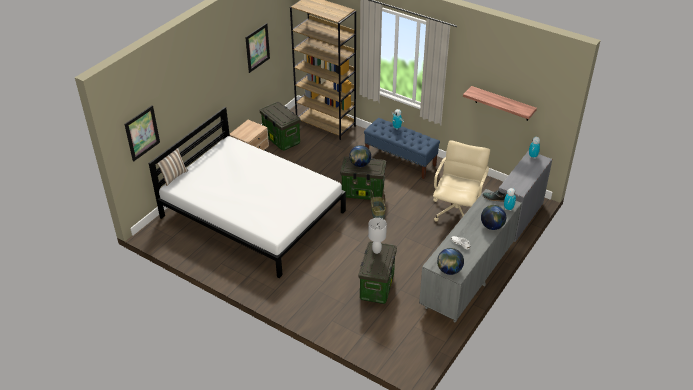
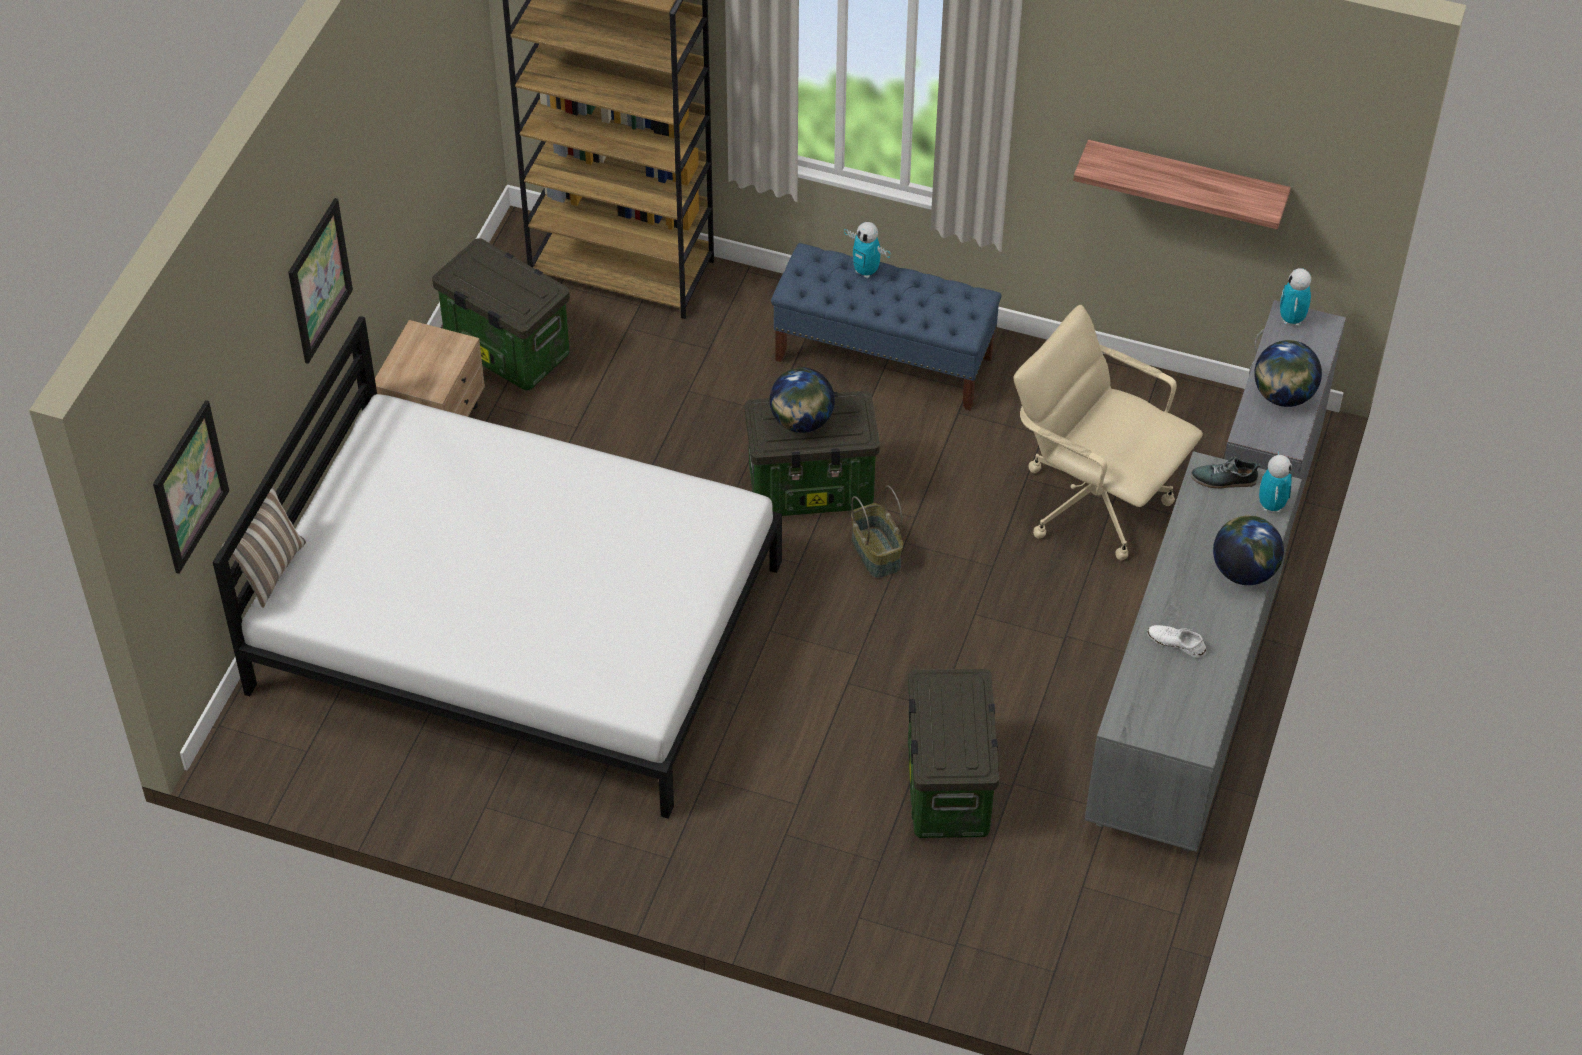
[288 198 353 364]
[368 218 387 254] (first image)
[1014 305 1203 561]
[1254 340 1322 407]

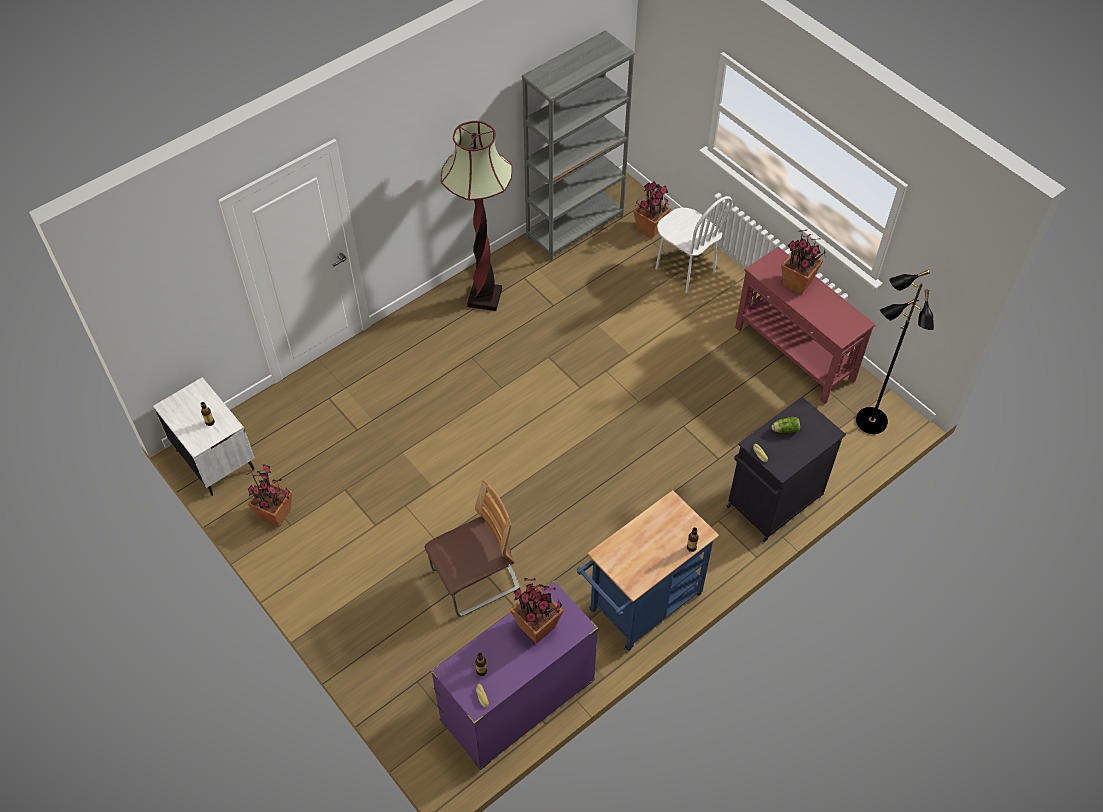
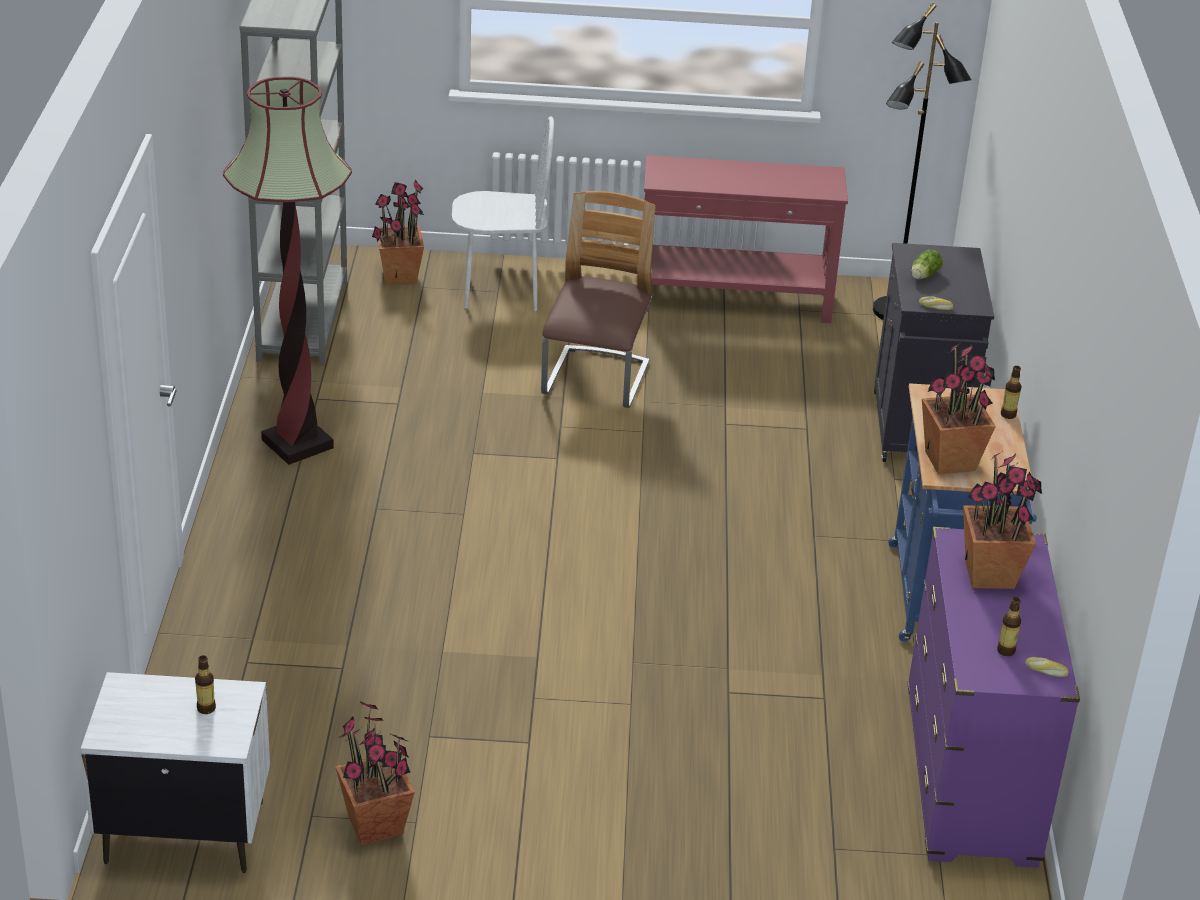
[541 191 656 408]
[922 341 996 474]

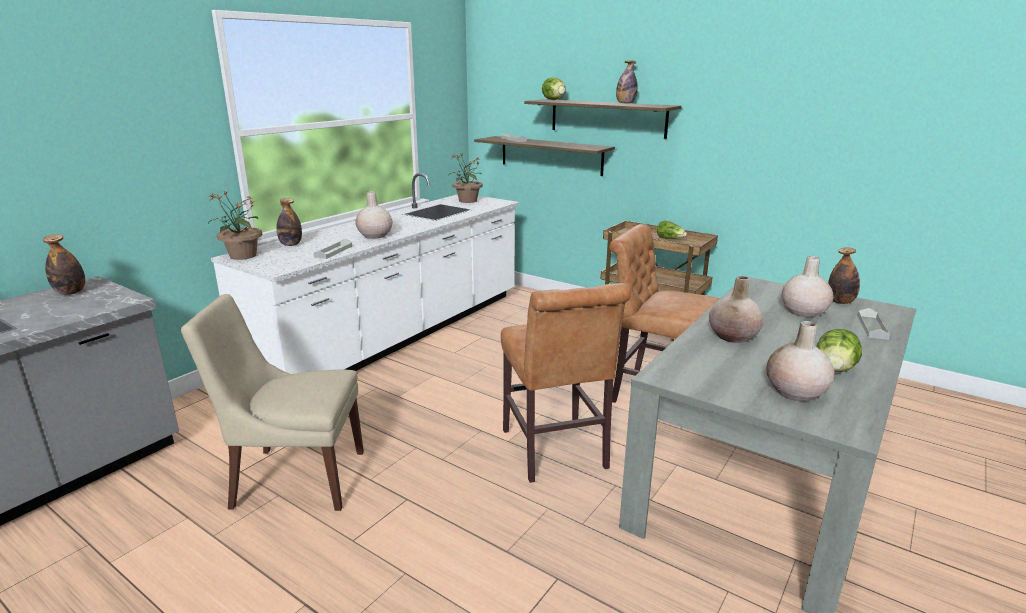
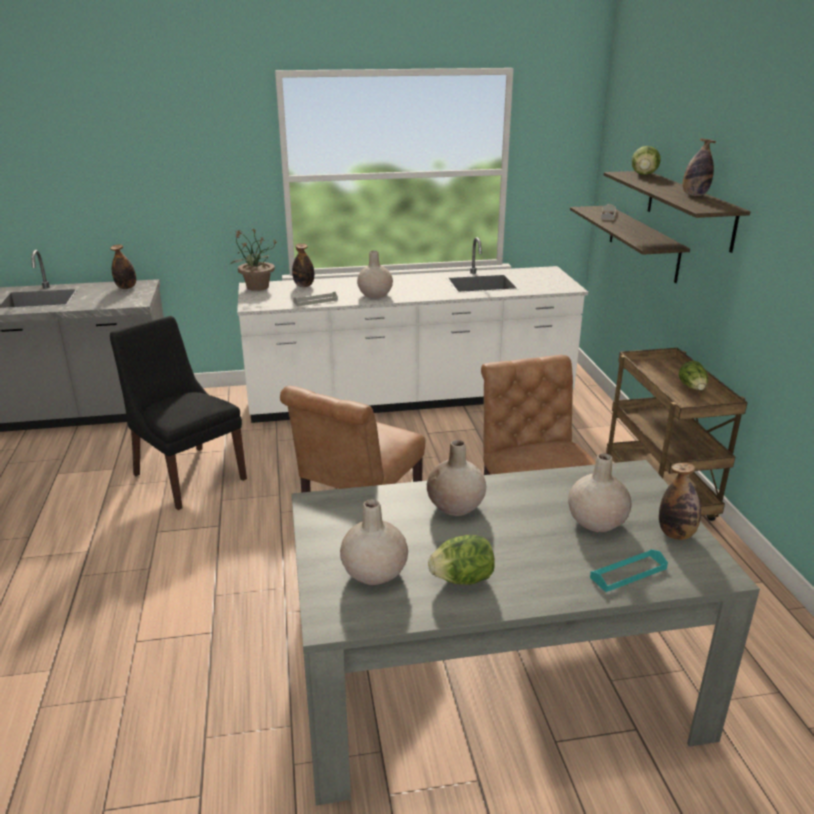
[110 316 247 510]
[450 153 483 203] (first image)
[590 549 668 592]

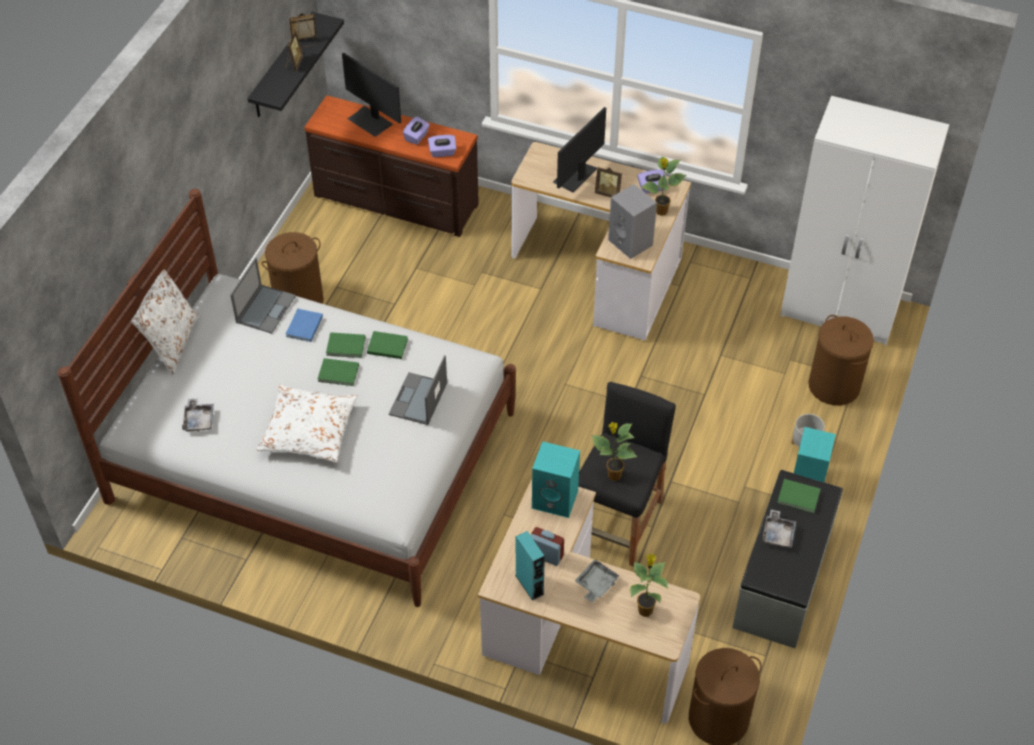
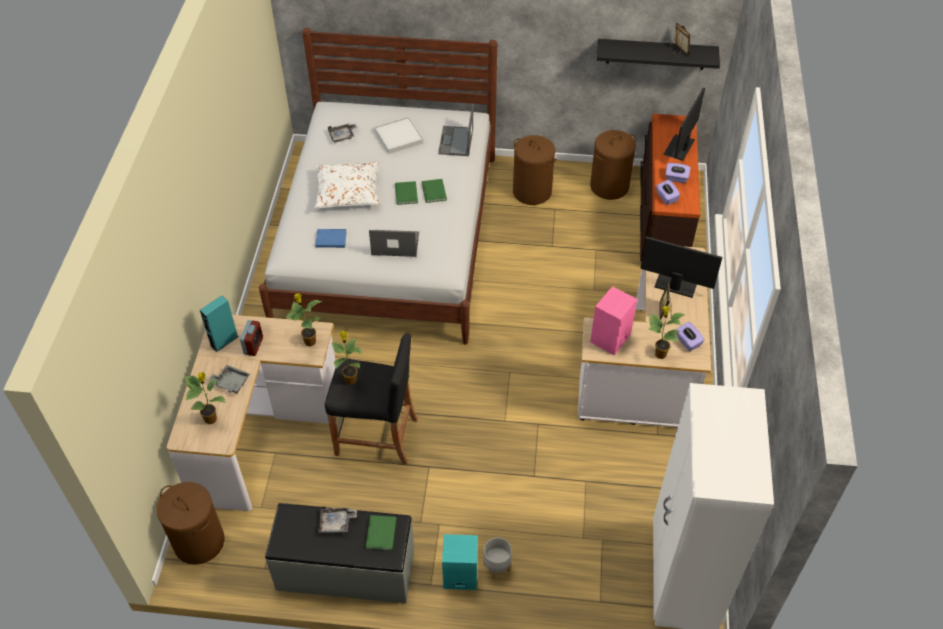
[131 270 199 375] (first image)
[438 104 473 156]
[285 30 303 71] (first image)
[315 229 347 248]
[367 331 408 359] (first image)
[285 293 322 346]
[590 286 637 355]
[590 130 636 200]
[374 116 423 154]

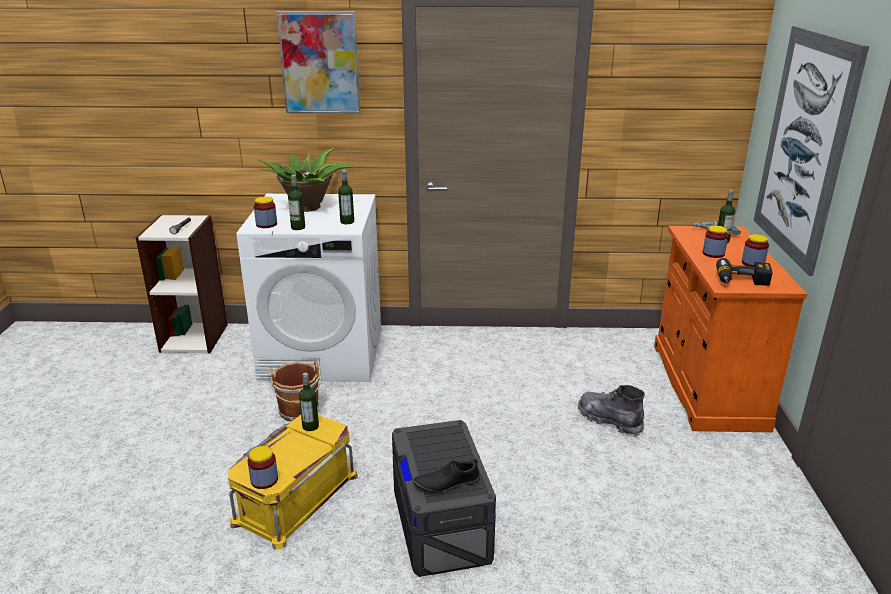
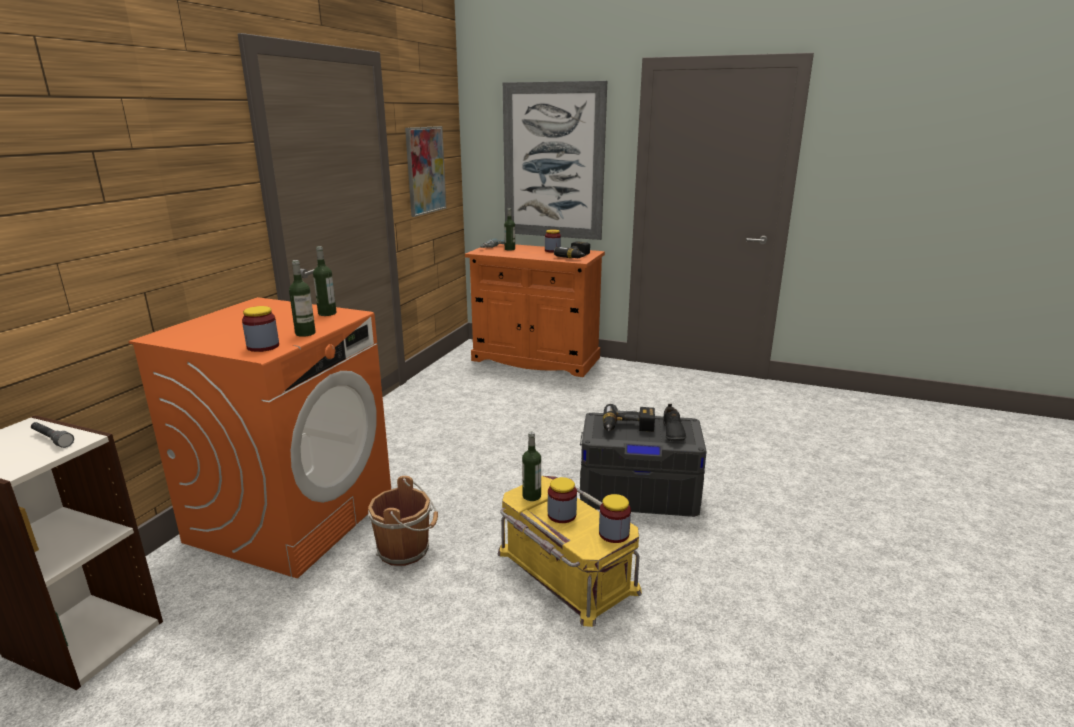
[128 297 391 578]
[259 148 356 212] (first image)
[405 126 446 217]
[578 385 645 436] (first image)
[548 477 577 523]
[603 404 655 432]

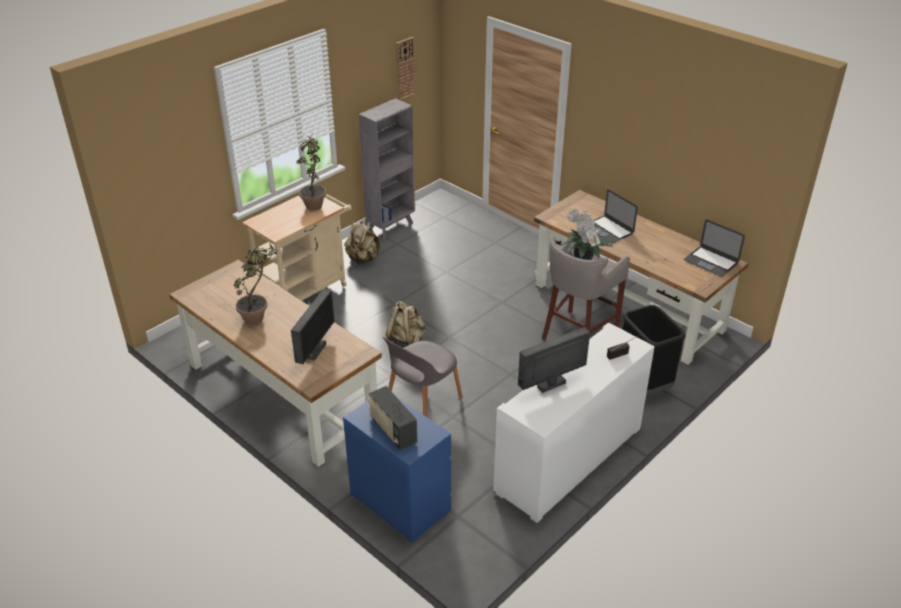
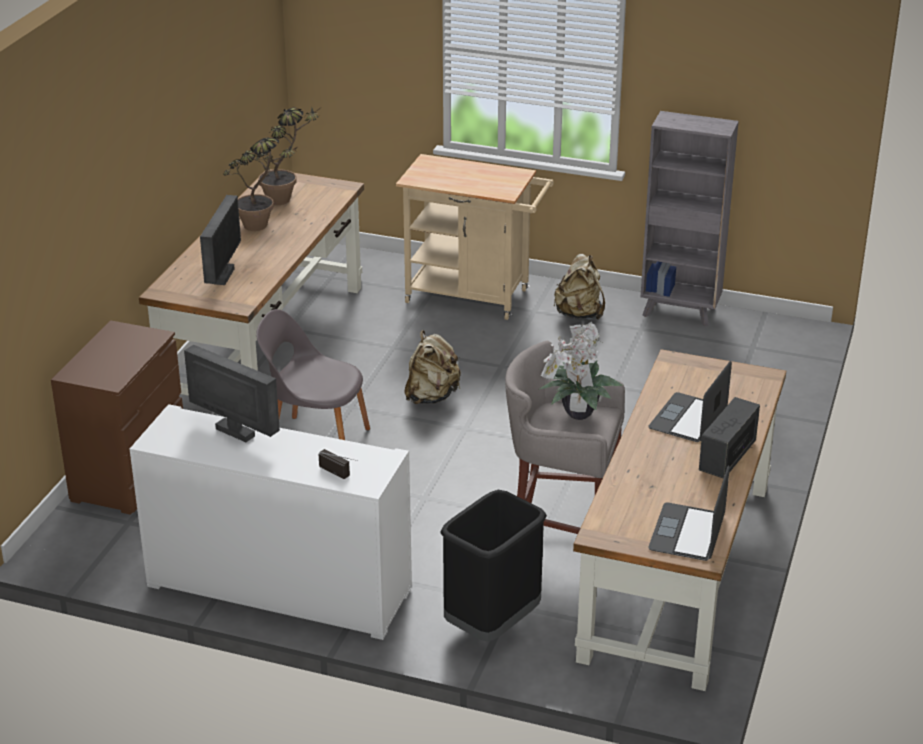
[200 195 241 285]
[256 107 322 205]
[51 320 183 515]
[699 397 760 479]
[396 37 415 100] (first image)

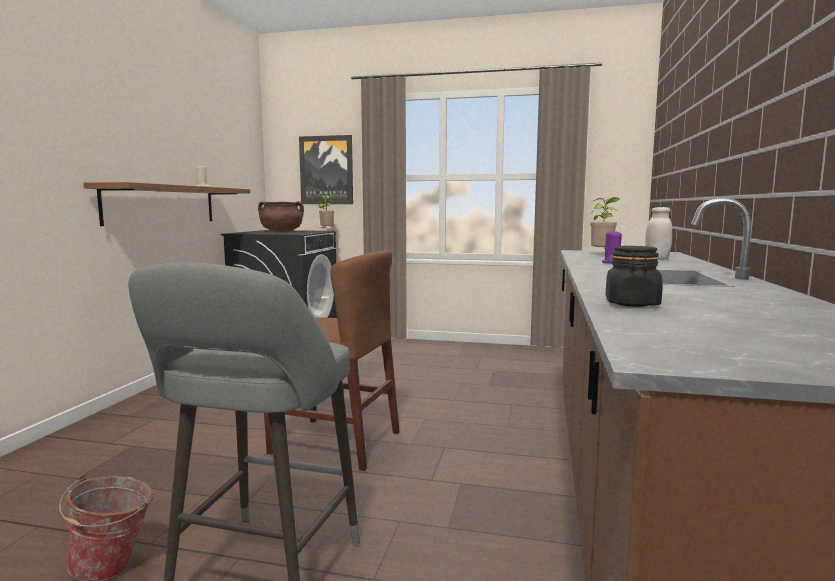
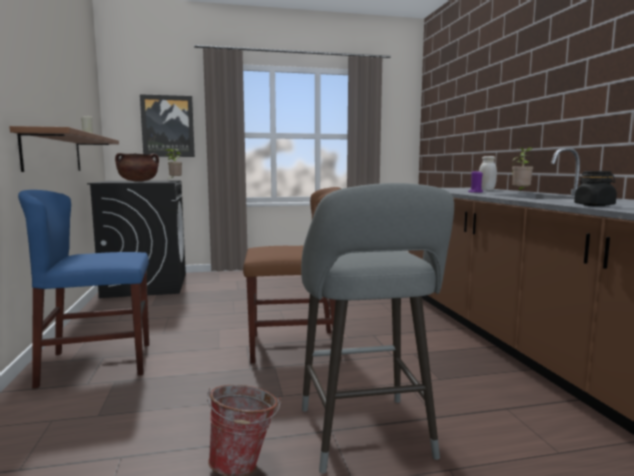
[512 147 533 191]
[18 190 149 388]

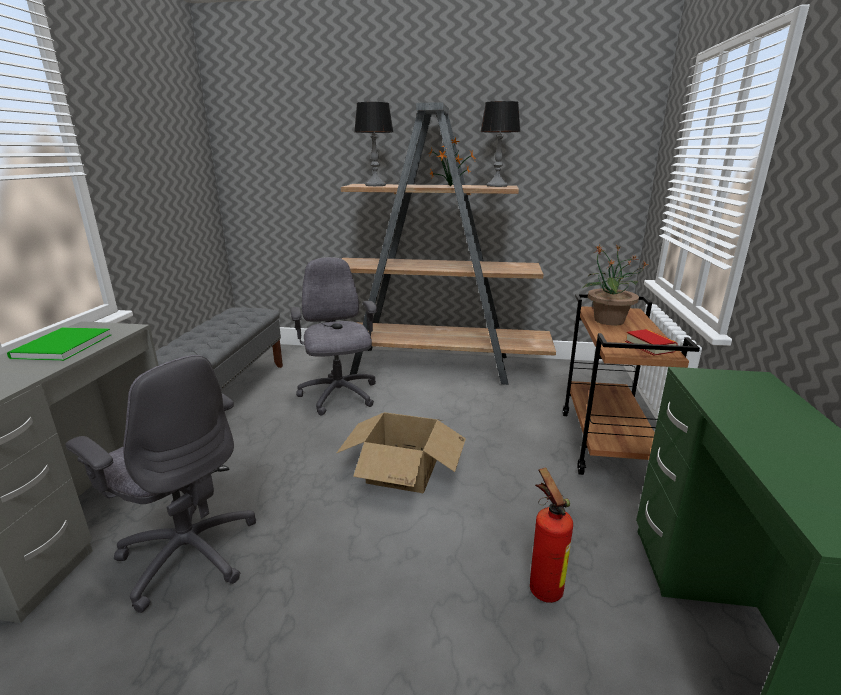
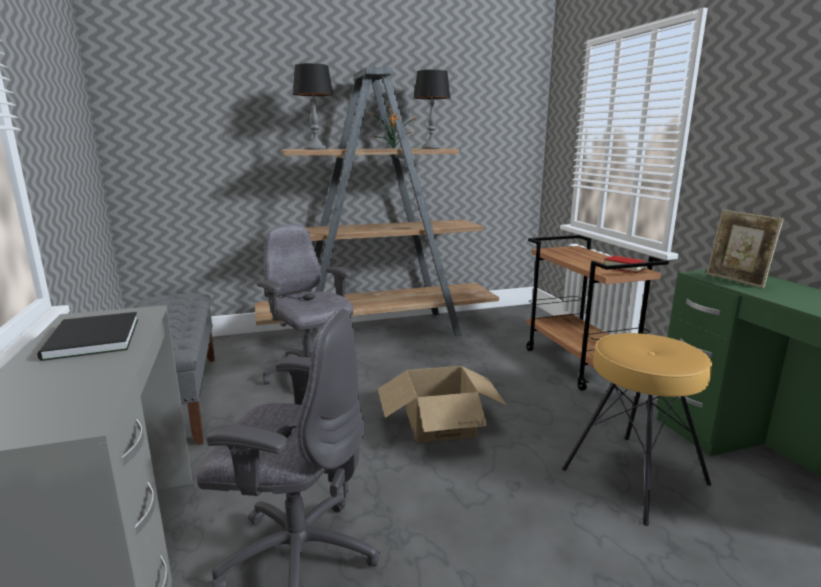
[37 312 138 361]
[562 333 712 526]
[583 244 648 325] (first image)
[706 210 783 288]

